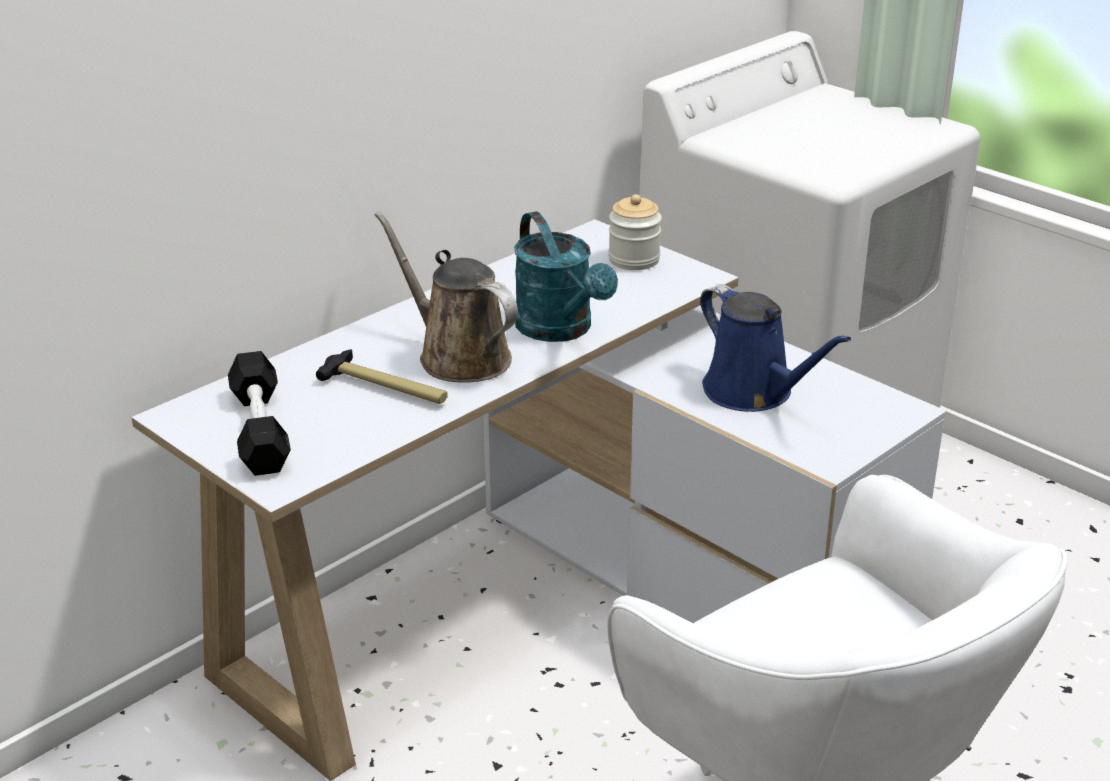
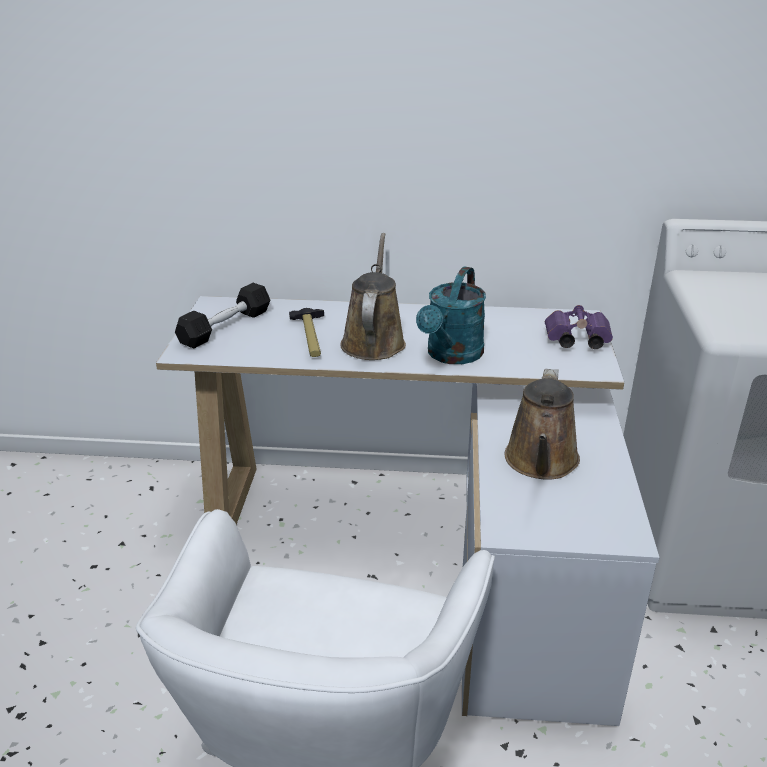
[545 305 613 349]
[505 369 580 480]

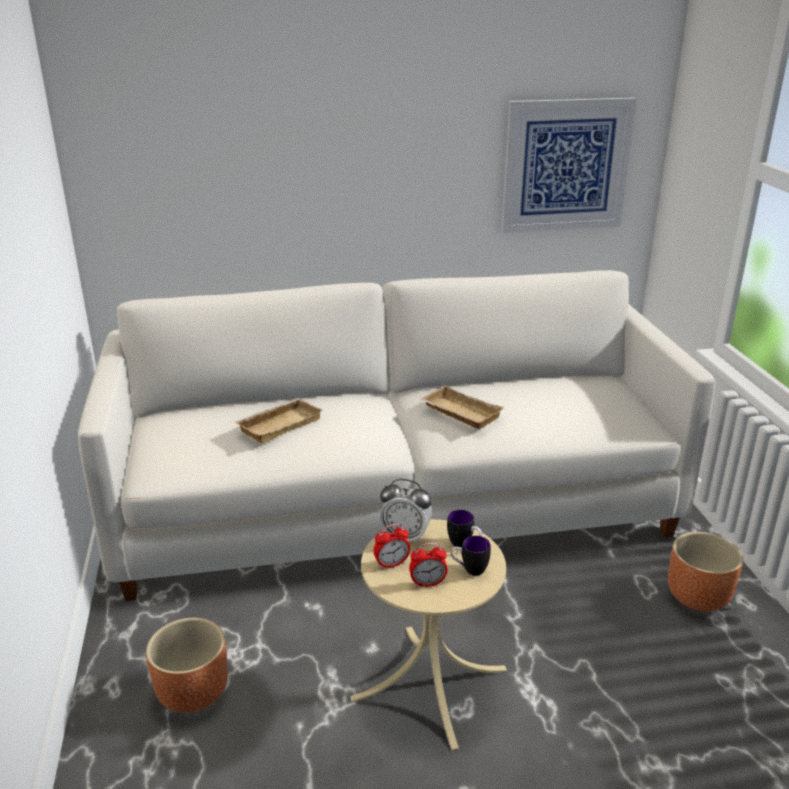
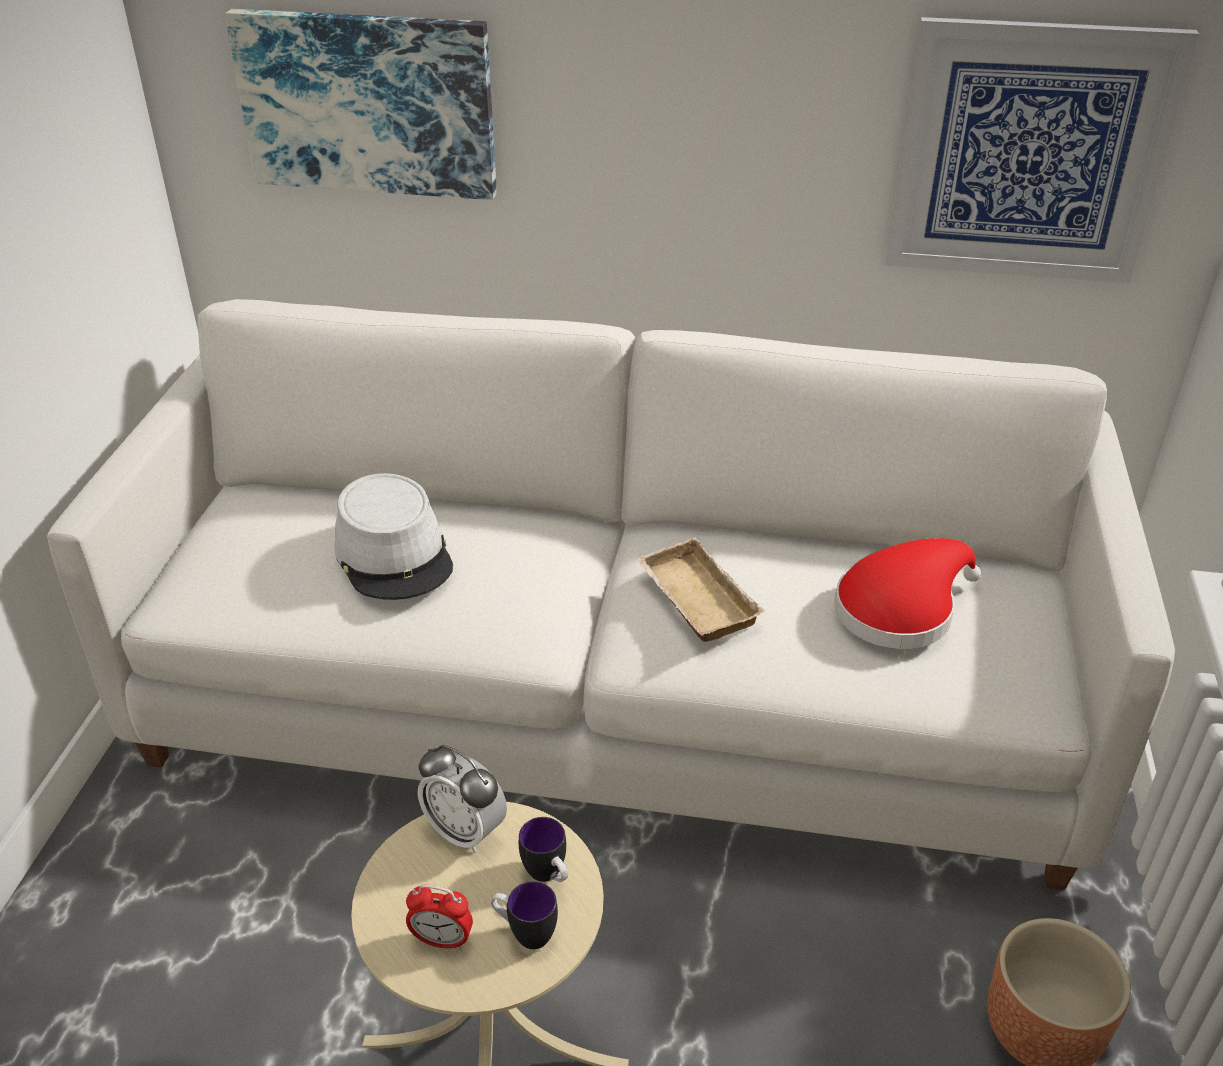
[146 618 228 713] (first image)
[335 473 453 600]
[374 524 410 569] (first image)
[225 9 497 200]
[835 538 981 649]

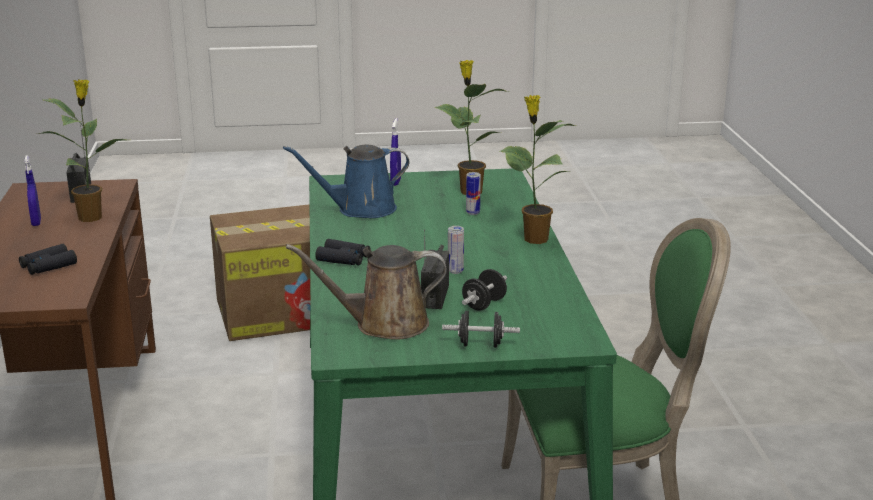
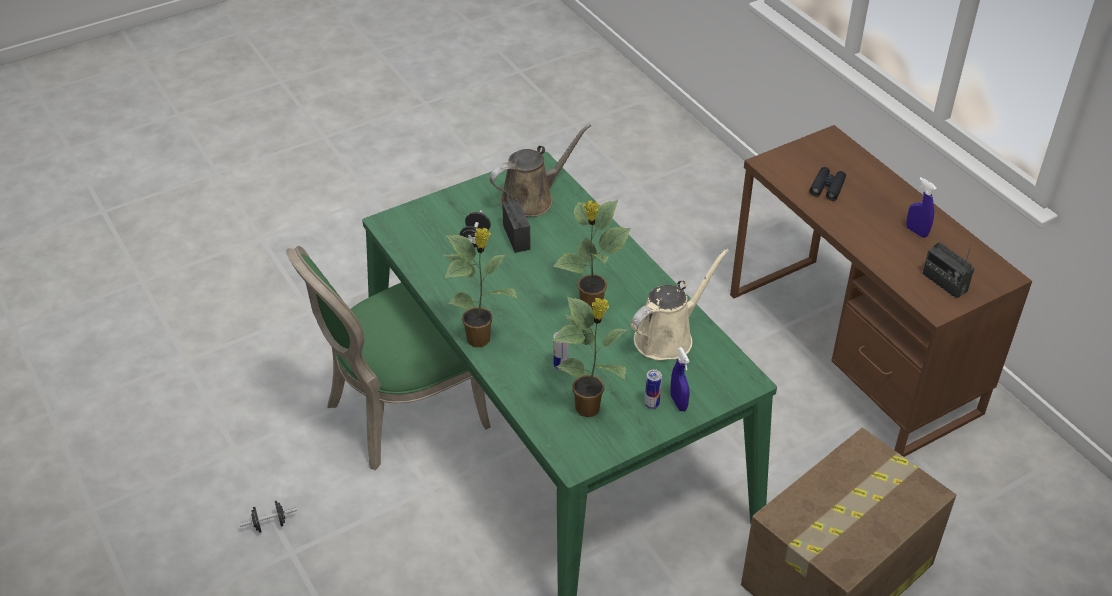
[553 200 631 310]
[631 248 729 360]
[315 239 371 266] (first image)
[239 501 297 533]
[645 369 662 409]

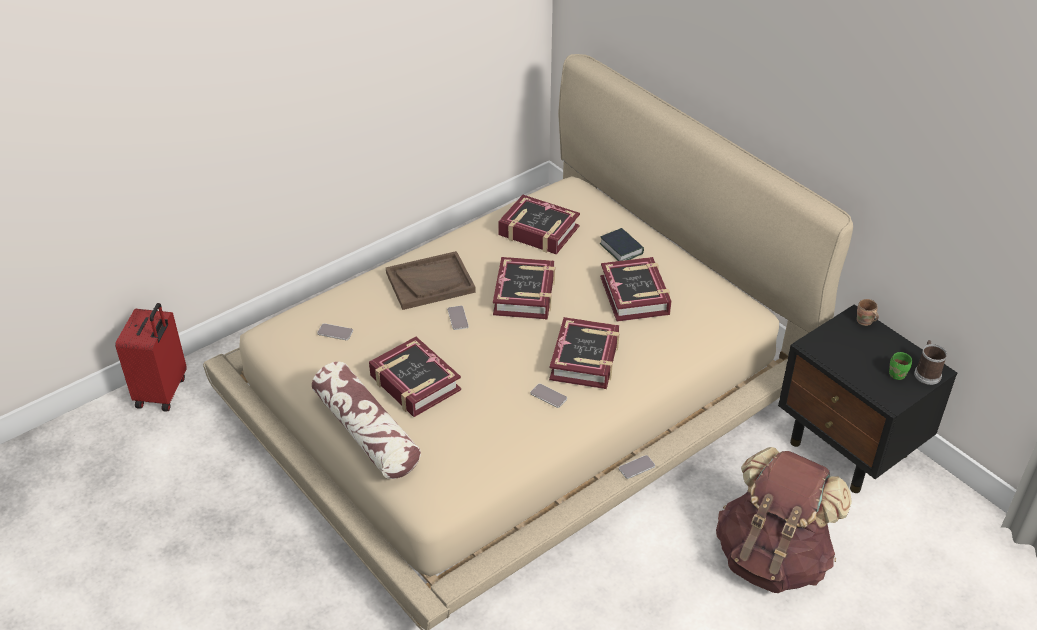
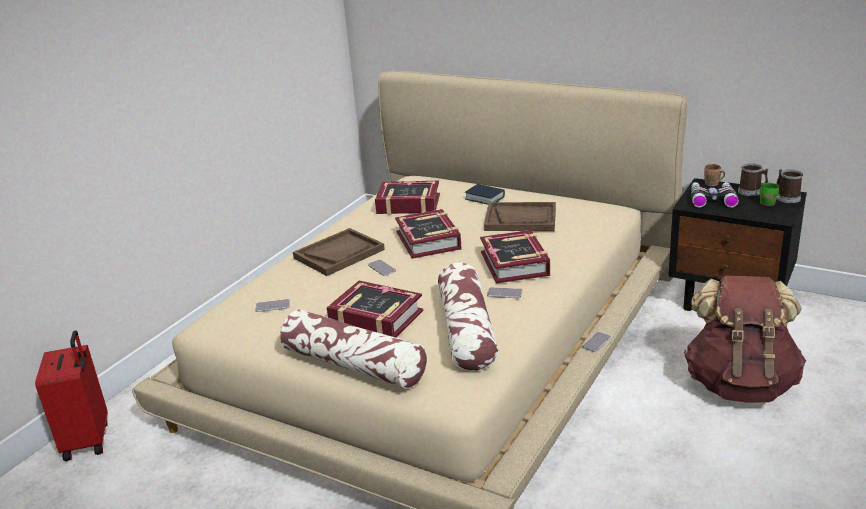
[484 202 556 231]
[438 263 498 371]
[691 182 739 208]
[738 163 769 196]

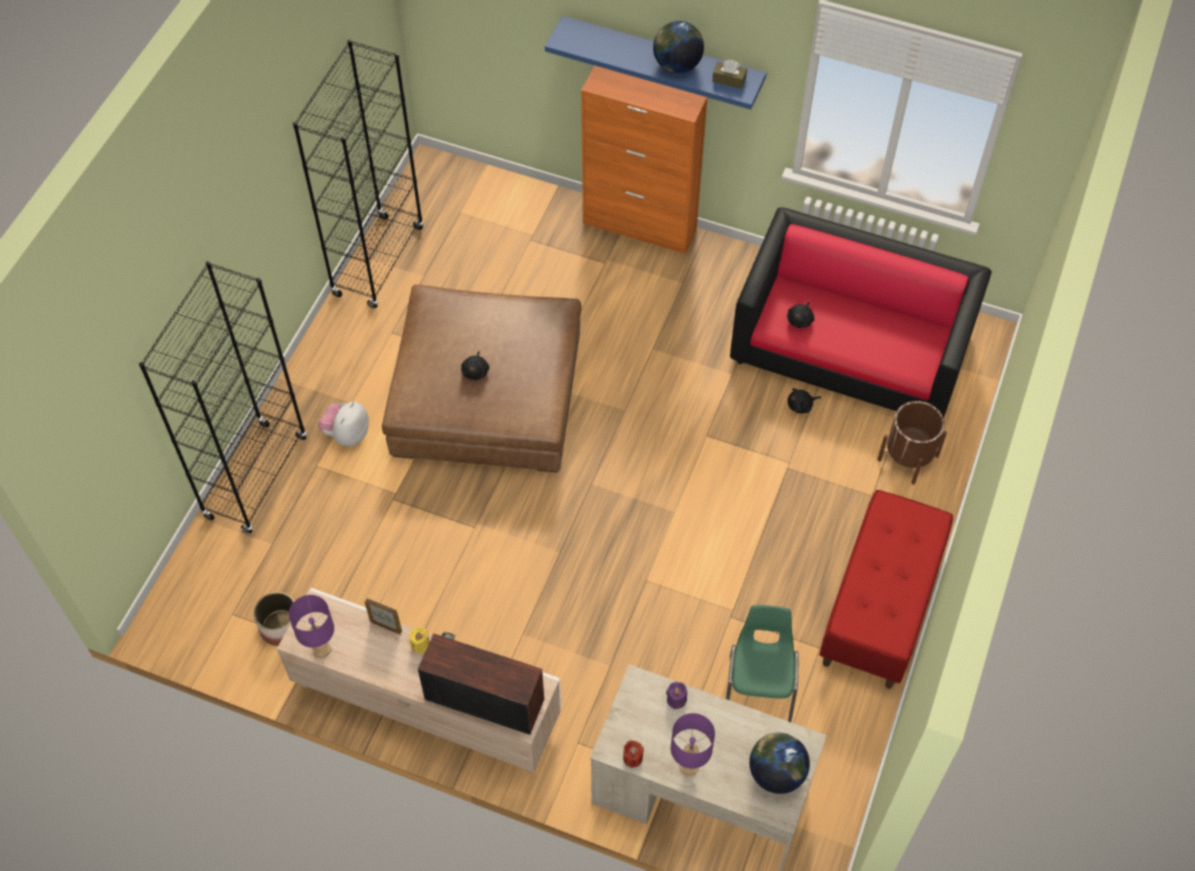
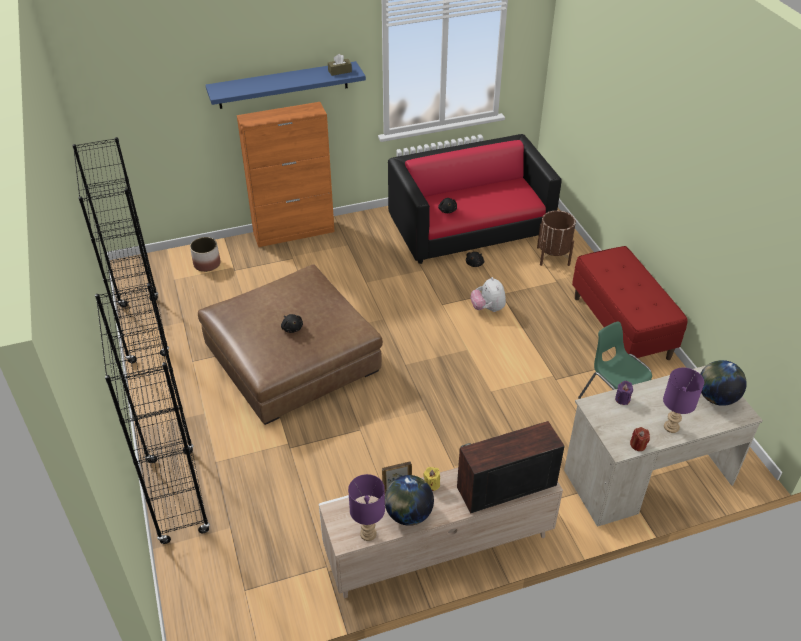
[190 237 220 272]
[471 277 506 312]
[385 475 434 526]

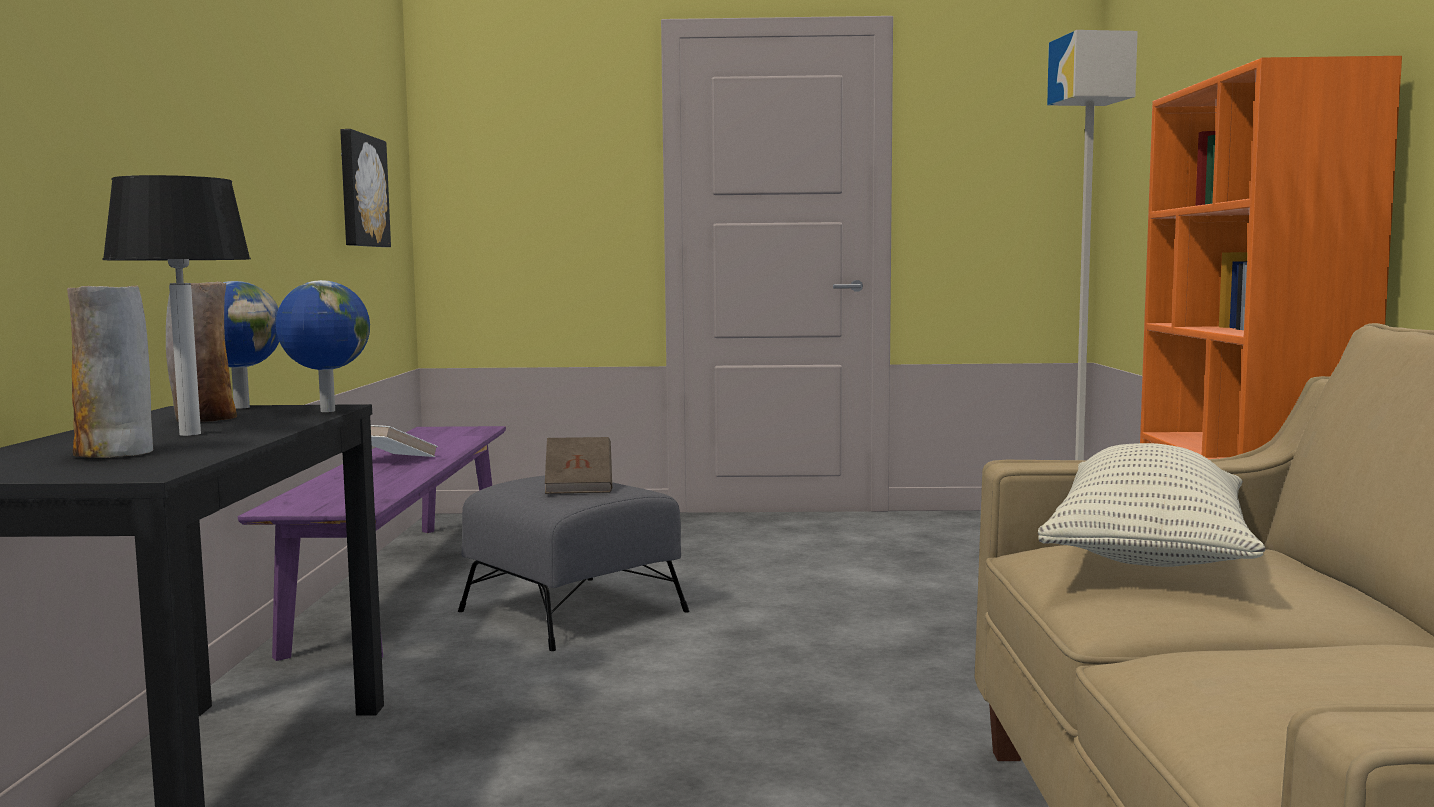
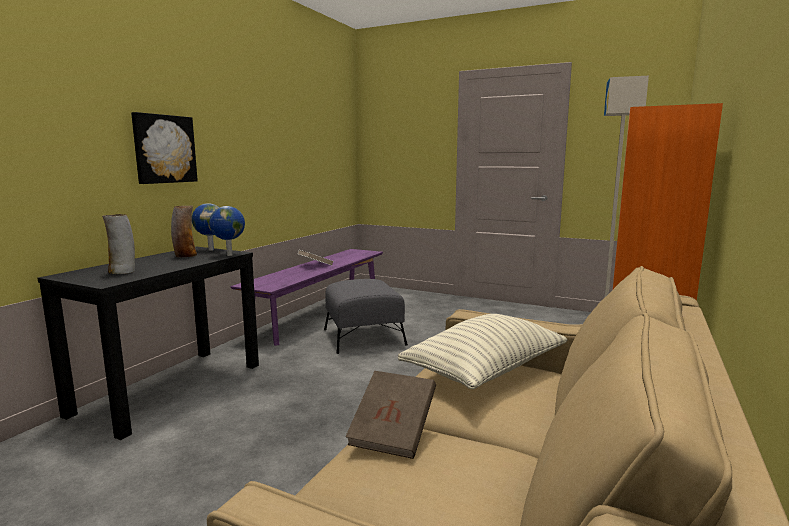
[102 175 251 436] (first image)
[131 112 198 184]
[345 371 436 459]

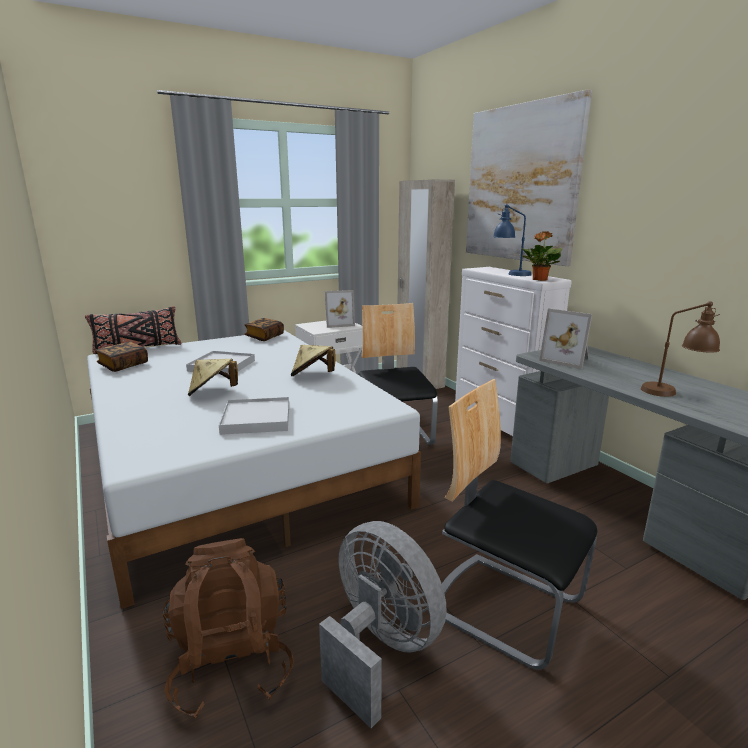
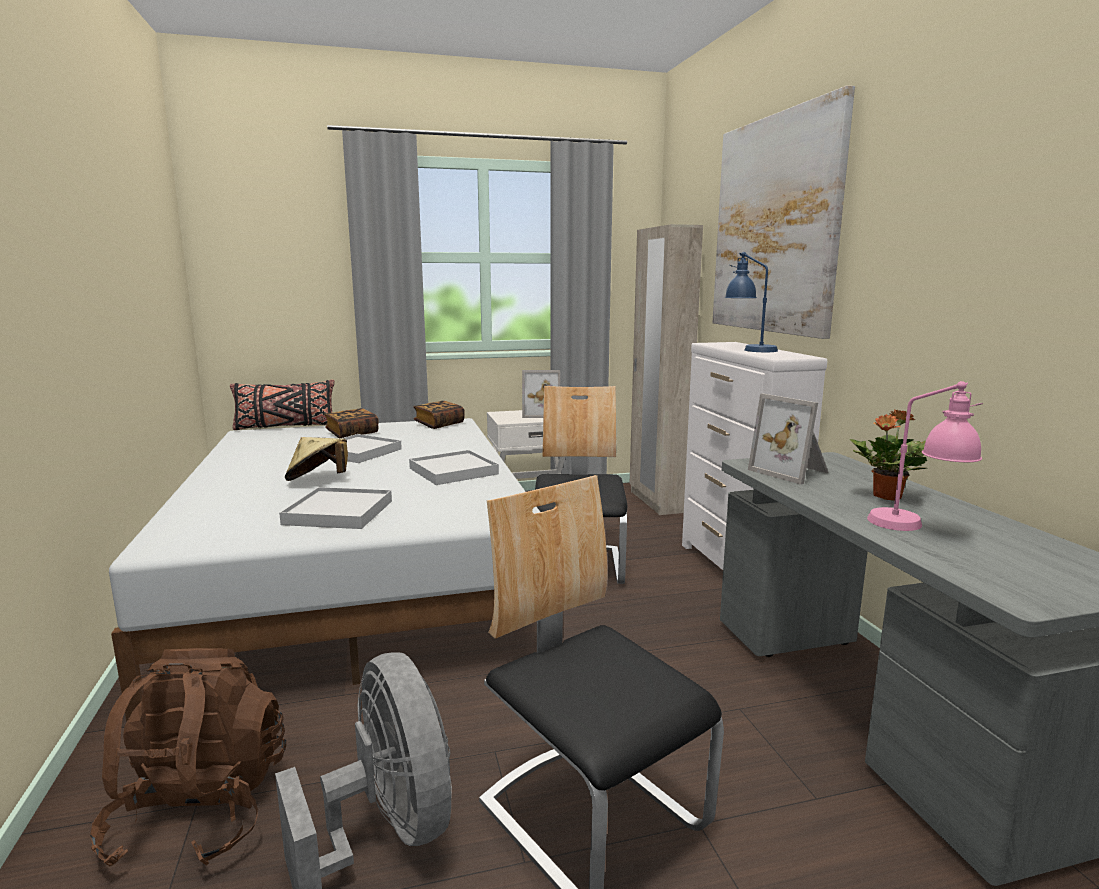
[324 408 379 438]
[409 450 499 485]
[850 410 927 501]
[867 381 983 531]

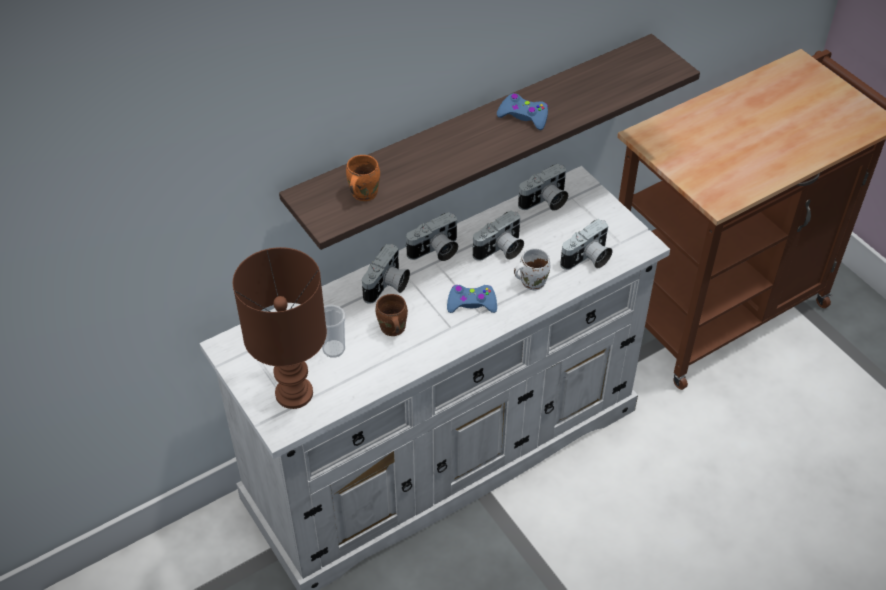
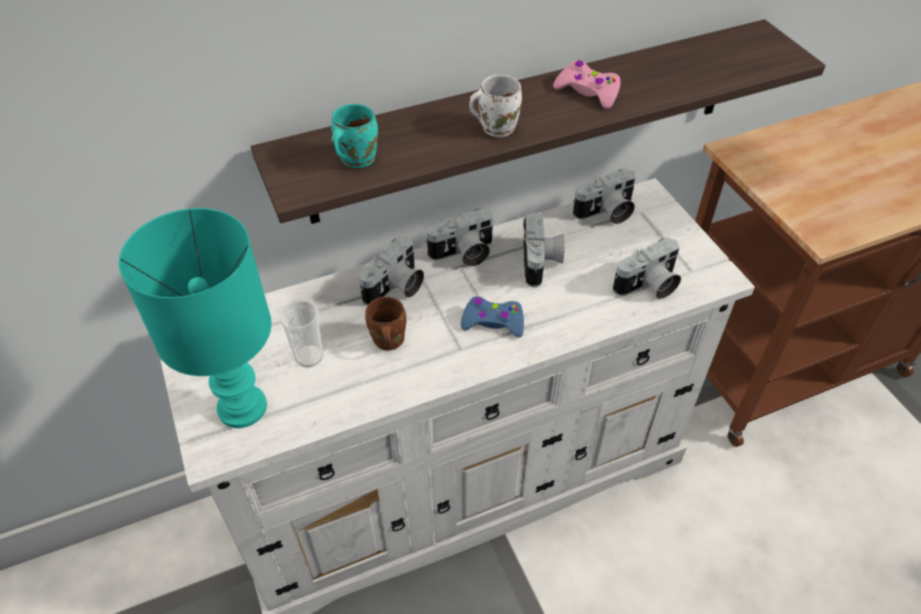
[119 208 272 428]
[331 104 378 168]
[523 212 565 287]
[553 60 621 109]
[469 75 522 137]

